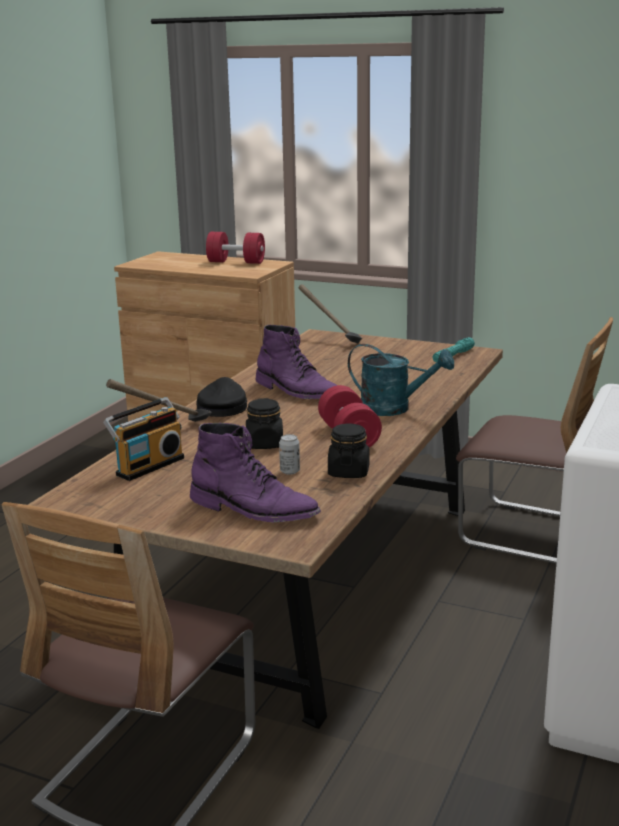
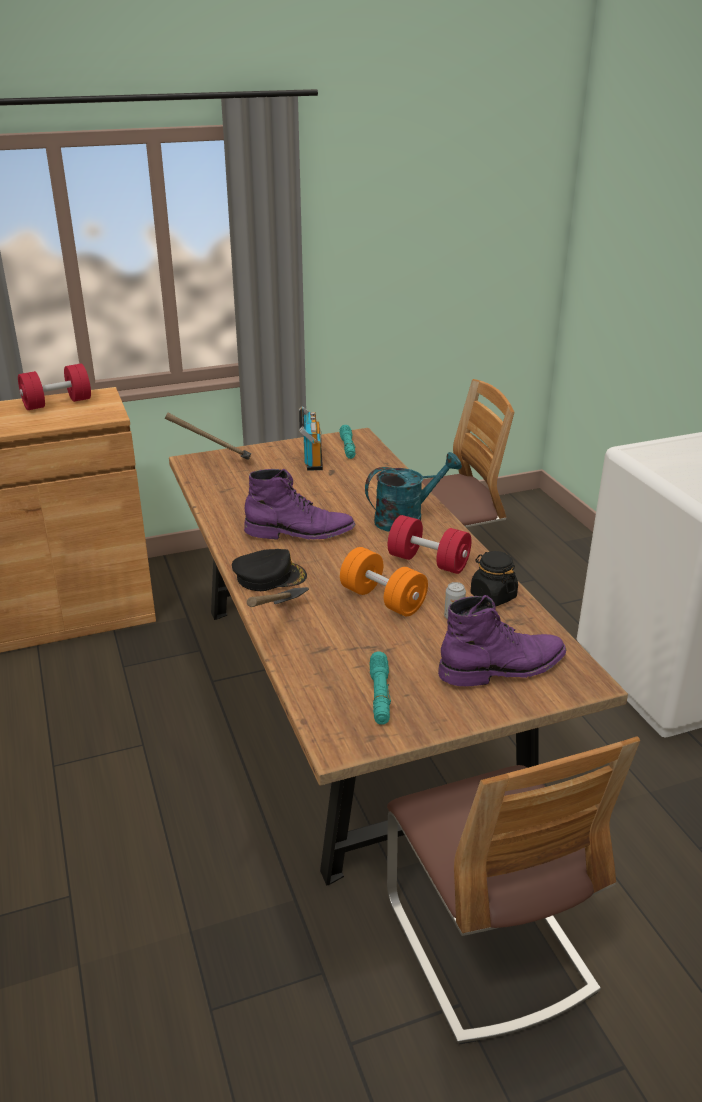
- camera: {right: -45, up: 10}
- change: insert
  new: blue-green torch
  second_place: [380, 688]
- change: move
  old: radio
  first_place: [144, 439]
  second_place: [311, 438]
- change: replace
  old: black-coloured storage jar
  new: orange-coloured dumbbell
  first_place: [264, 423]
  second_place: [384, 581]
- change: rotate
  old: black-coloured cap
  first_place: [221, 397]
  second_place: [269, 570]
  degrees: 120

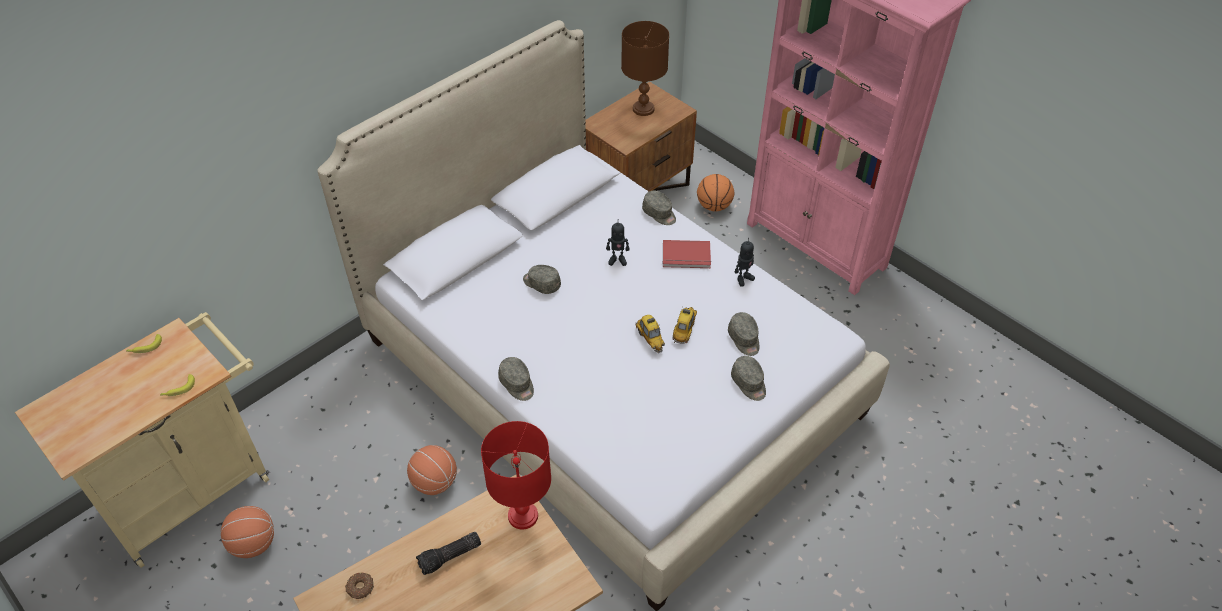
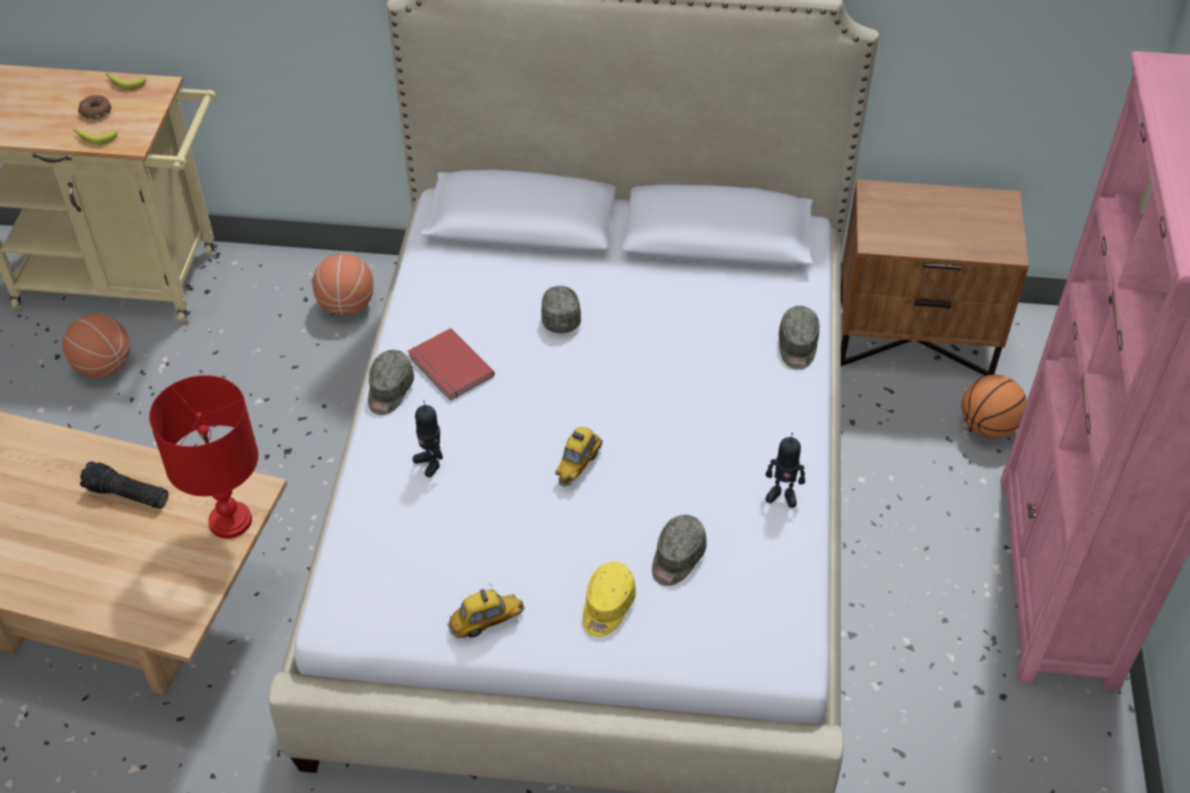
- camera: {right: 50, up: 0}
- change: delete
  old: brownish tabletop lamp
  first_place: [645, 68]
- change: move
  old: ring doughnut
  first_place: [359, 586]
  second_place: [94, 107]
- change: move
  old: ball for basketball
  first_place: [432, 470]
  second_place: [343, 284]
- change: move
  old: robot figure
  first_place: [618, 242]
  second_place: [428, 438]
- change: move
  old: red-coloured volume
  first_place: [686, 254]
  second_place: [451, 364]
- change: move
  old: toy car
  first_place: [685, 325]
  second_place: [486, 611]
- change: recolor
  old: gray cap
  new: yellow-coloured cap
  first_place: [748, 378]
  second_place: [609, 599]

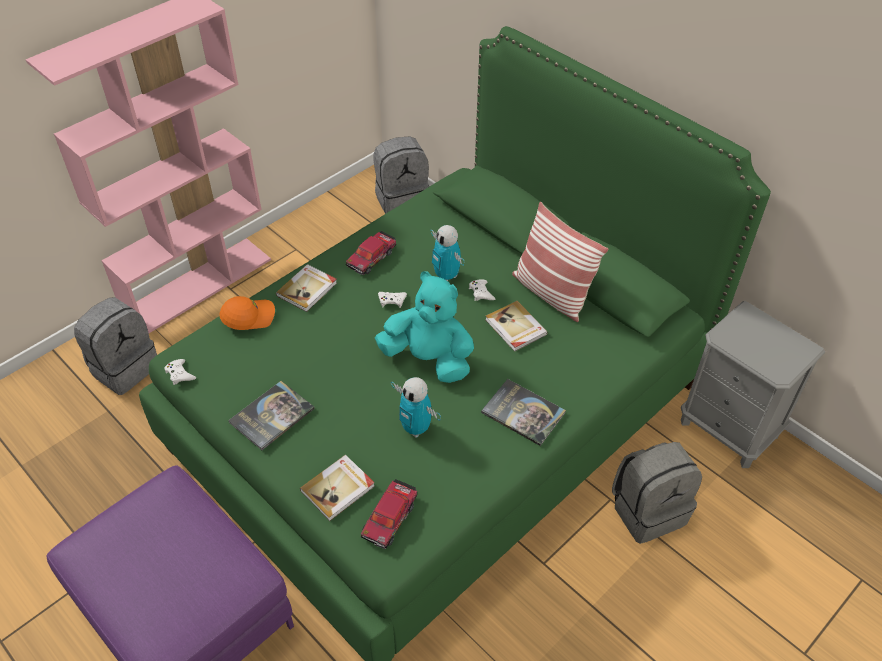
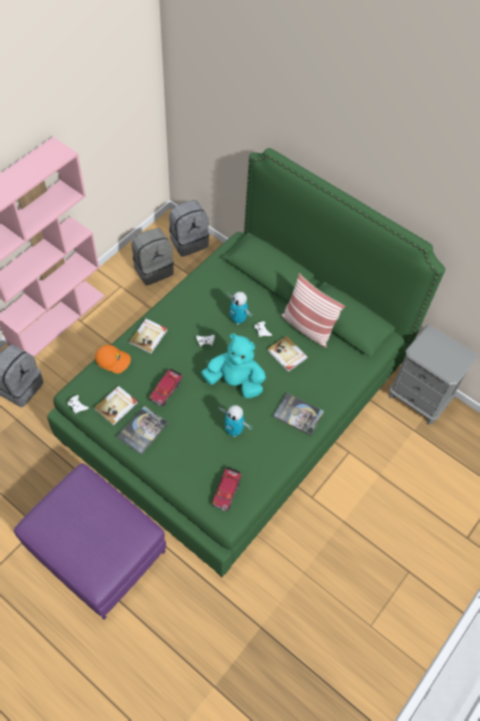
- camera: {right: -10, up: 10}
- change: move
  old: volume
  first_place: [337, 488]
  second_place: [115, 406]
- change: move
  old: toy car
  first_place: [371, 253]
  second_place: [165, 388]
- change: move
  old: gray rucksack
  first_place: [657, 493]
  second_place: [153, 256]
- change: rotate
  old: orange-coloured cap
  first_place: [247, 313]
  second_place: [113, 359]
  degrees: 45

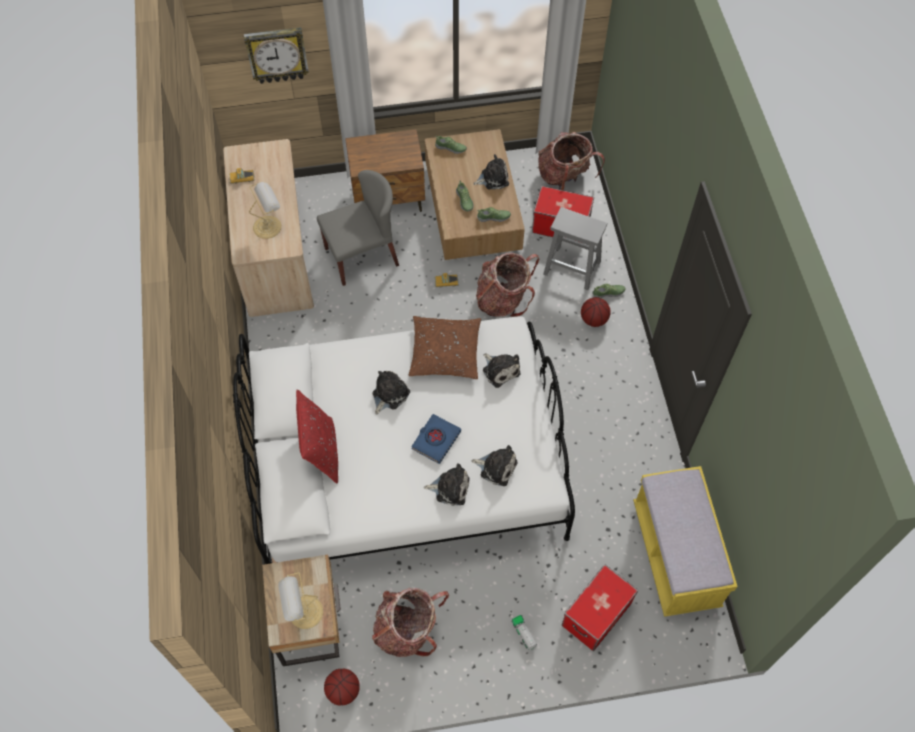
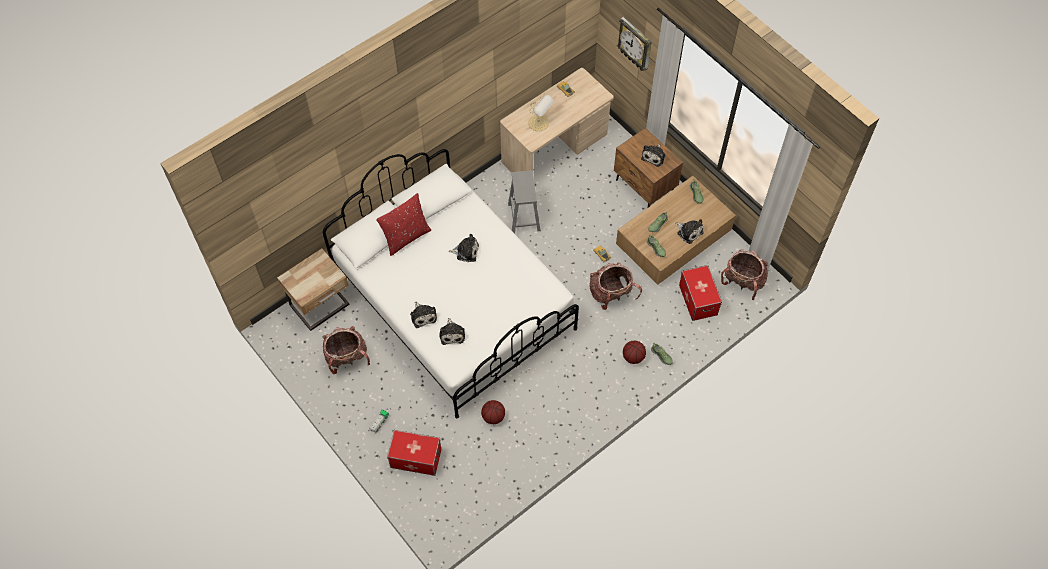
- camera: {right: 60, up: 0}
- change: delete
  old: tabletop lamp
  first_place: [301, 600]
- change: delete
  old: gray upright chair
  first_place: [358, 228]
- change: delete
  old: brownish cushion
  first_place: [445, 347]
- change: delete
  old: bluish volume
  first_place: [436, 439]
- change: delete
  old: yellow-coloured indoor bench
  first_place: [685, 541]
- change: move
  old: ball for basketball
  first_place: [342, 687]
  second_place: [493, 412]
- change: move
  old: soft toy
  first_place: [501, 371]
  second_place: [653, 155]
- change: move
  old: gray stool
  first_place: [575, 248]
  second_place: [524, 202]

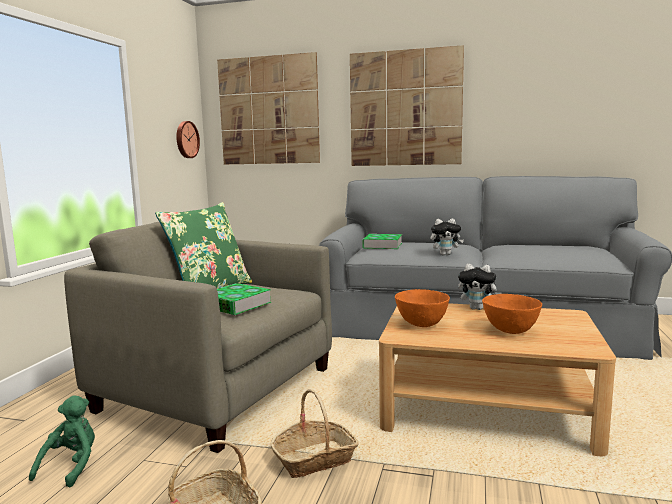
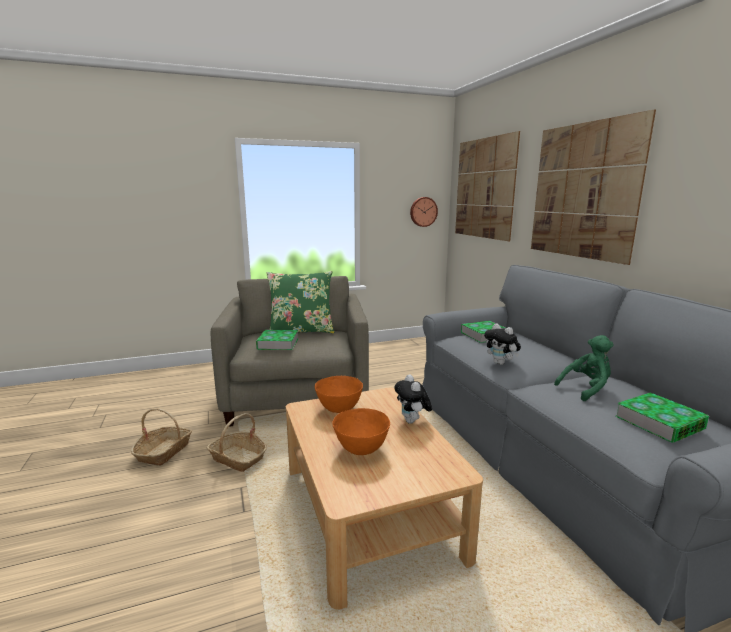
- camera: {right: 55, up: 5}
- change: insert
  new: volume
  second_place: [662, 418]
- change: move
  old: green soft toy
  first_place: [62, 441]
  second_place: [584, 368]

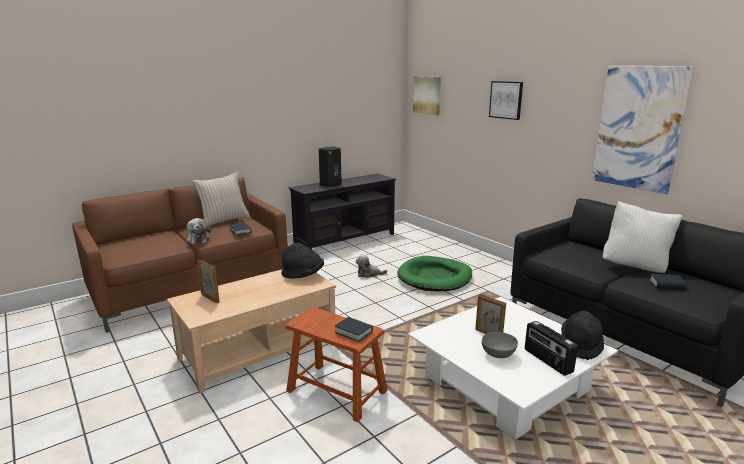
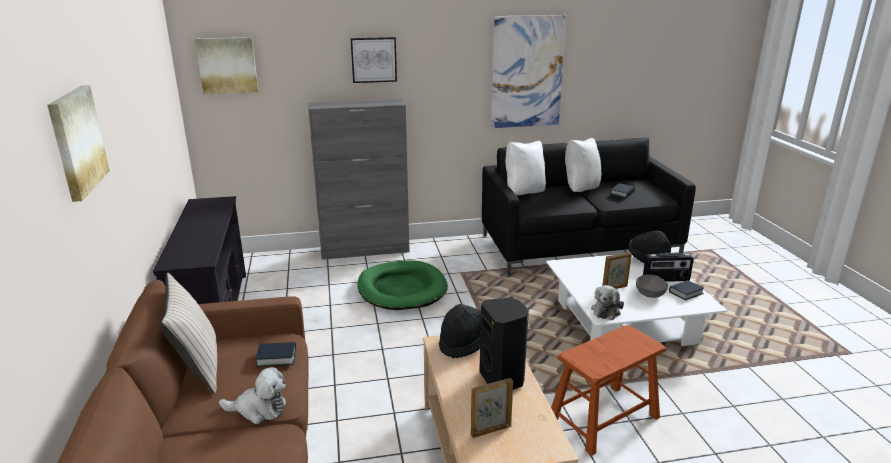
- camera: {right: -65, up: 5}
- change: insert
  new: wall picture
  second_place: [78, 143]
- change: insert
  new: gray cupboard
  second_place: [359, 179]
- change: insert
  new: white cushion
  second_place: [525, 168]
- change: move
  old: black-coloured audio speaker
  first_place: [330, 167]
  second_place: [504, 344]
- change: move
  old: volume
  first_place: [354, 329]
  second_place: [686, 290]
- change: move
  old: soft toy
  first_place: [371, 266]
  second_place: [607, 302]

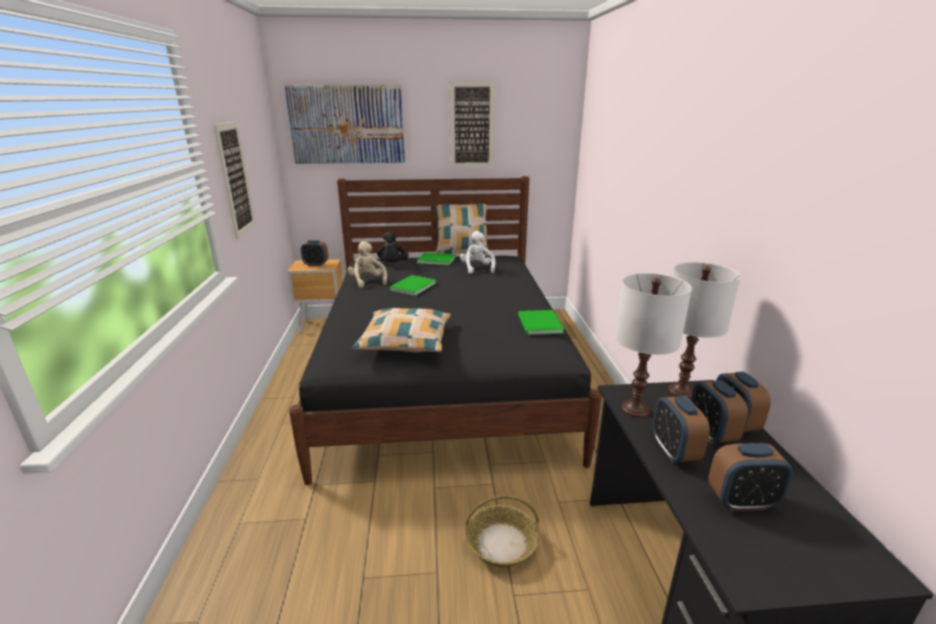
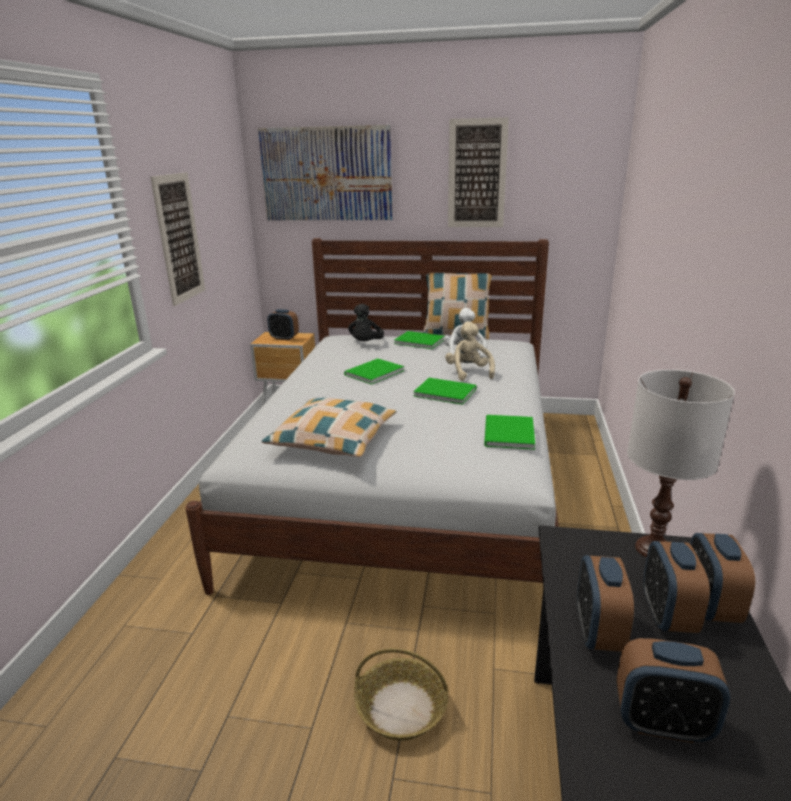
- camera: {right: 15, up: 0}
- change: delete
  old: white tabletop lamp
  first_place: [653, 345]
- change: insert
  new: green volume
  second_place: [444, 391]
- change: move
  old: beige soft toy
  first_place: [367, 264]
  second_place: [470, 351]
- change: recolor
  old: black-coloured bed
  new: white bed
  first_place: [445, 330]
  second_place: [372, 416]

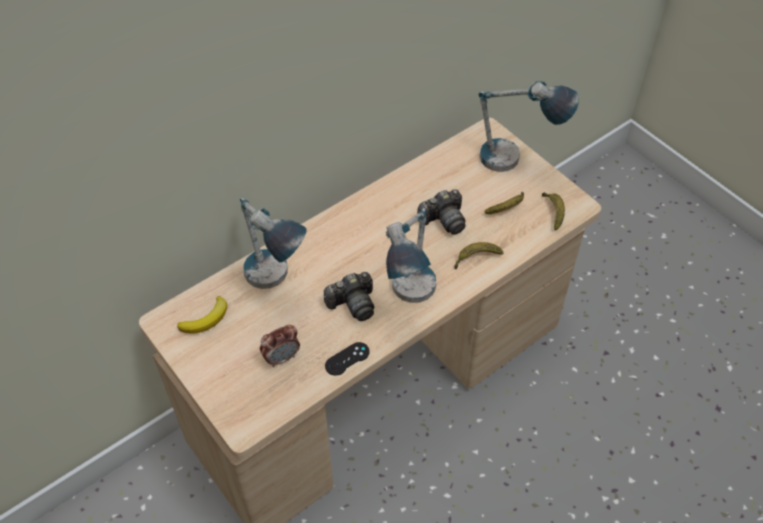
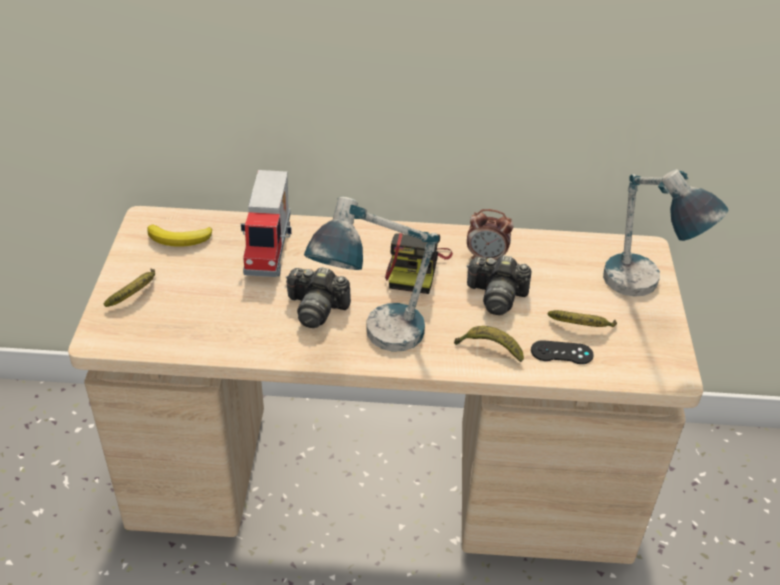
- camera: {right: 40, up: -10}
- change: insert
  new: photo camera
  second_place: [419, 263]
- change: move
  old: table clock
  first_place: [280, 346]
  second_place: [490, 234]
- change: move
  old: black-coloured gamepad
  first_place: [347, 359]
  second_place: [562, 352]
- change: move
  old: whole banana
  first_place: [553, 211]
  second_place: [130, 288]
- change: replace
  old: tabletop lamp
  new: toy lorry
  first_place: [273, 243]
  second_place: [266, 223]

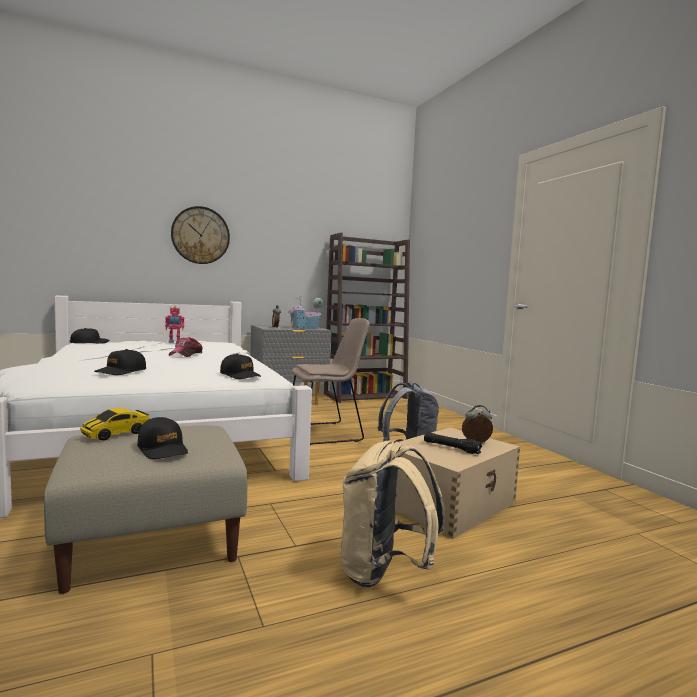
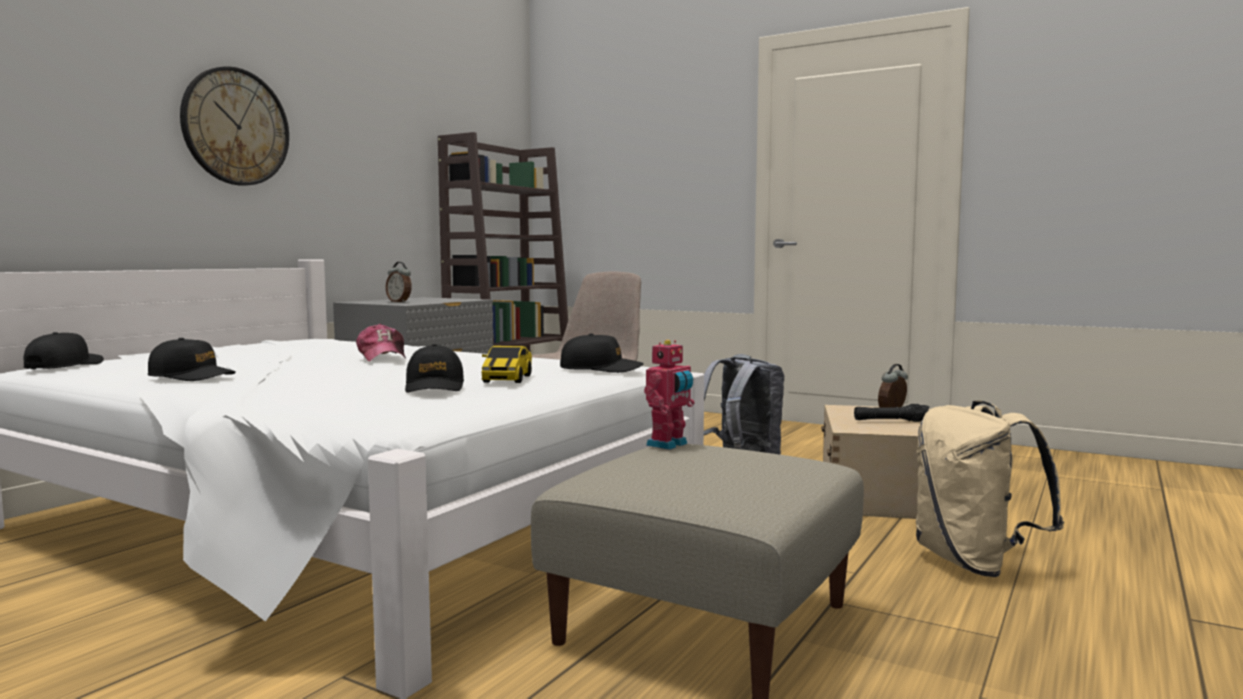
- camera: {right: -35, up: 0}
- change: delete
  old: model house
  first_place: [305, 312]
- change: move
  old: toy car
  first_place: [115, 424]
  second_place: [506, 364]
- change: move
  old: black-coloured cap
  first_place: [162, 438]
  second_place: [192, 359]
- change: move
  old: robot figure
  first_place: [174, 324]
  second_place: [669, 395]

